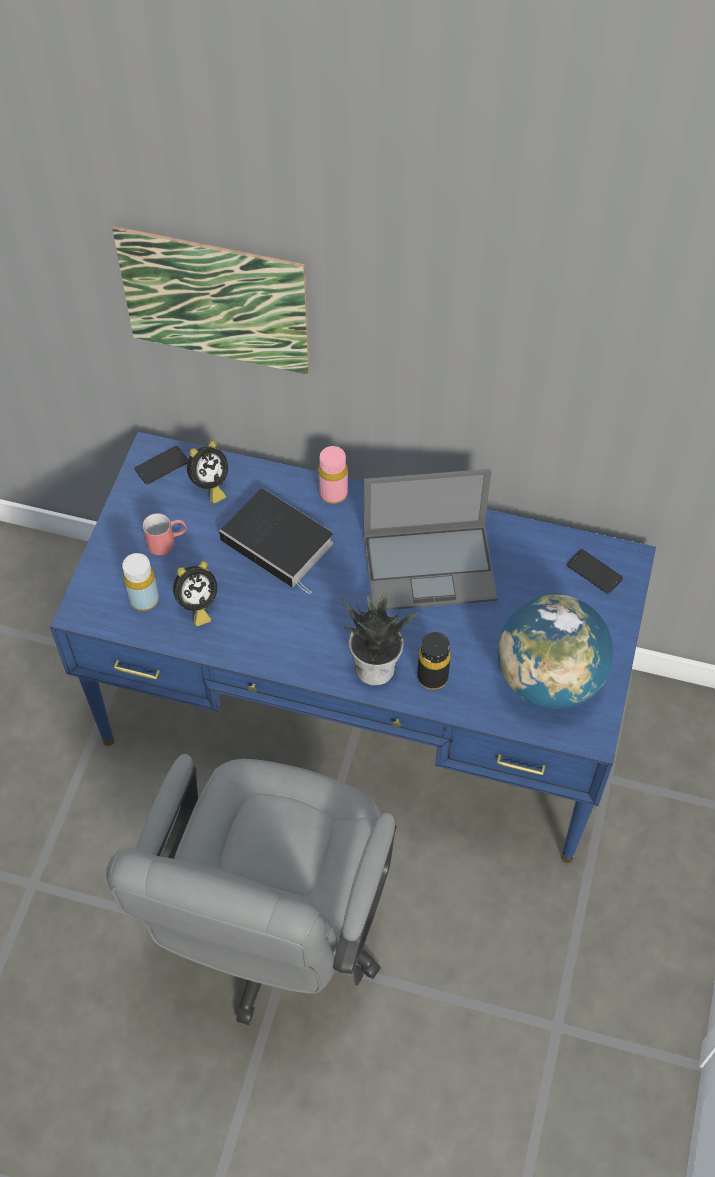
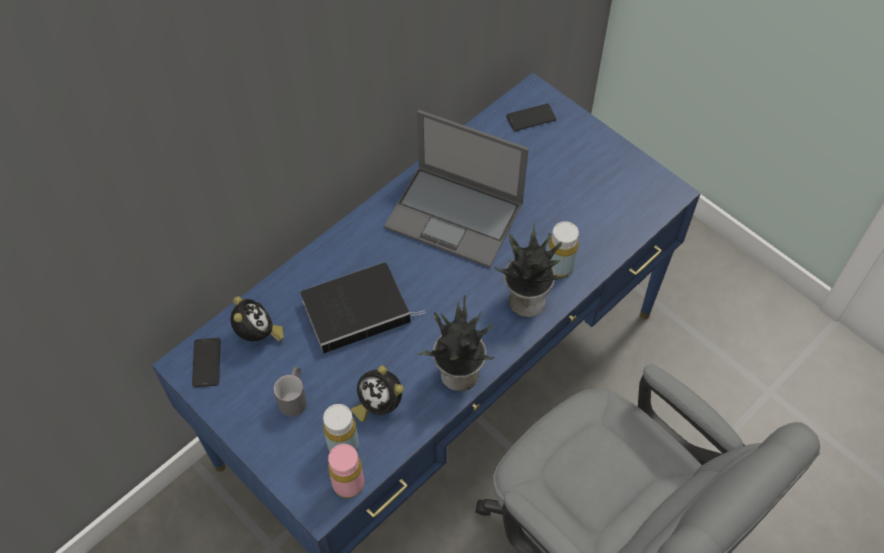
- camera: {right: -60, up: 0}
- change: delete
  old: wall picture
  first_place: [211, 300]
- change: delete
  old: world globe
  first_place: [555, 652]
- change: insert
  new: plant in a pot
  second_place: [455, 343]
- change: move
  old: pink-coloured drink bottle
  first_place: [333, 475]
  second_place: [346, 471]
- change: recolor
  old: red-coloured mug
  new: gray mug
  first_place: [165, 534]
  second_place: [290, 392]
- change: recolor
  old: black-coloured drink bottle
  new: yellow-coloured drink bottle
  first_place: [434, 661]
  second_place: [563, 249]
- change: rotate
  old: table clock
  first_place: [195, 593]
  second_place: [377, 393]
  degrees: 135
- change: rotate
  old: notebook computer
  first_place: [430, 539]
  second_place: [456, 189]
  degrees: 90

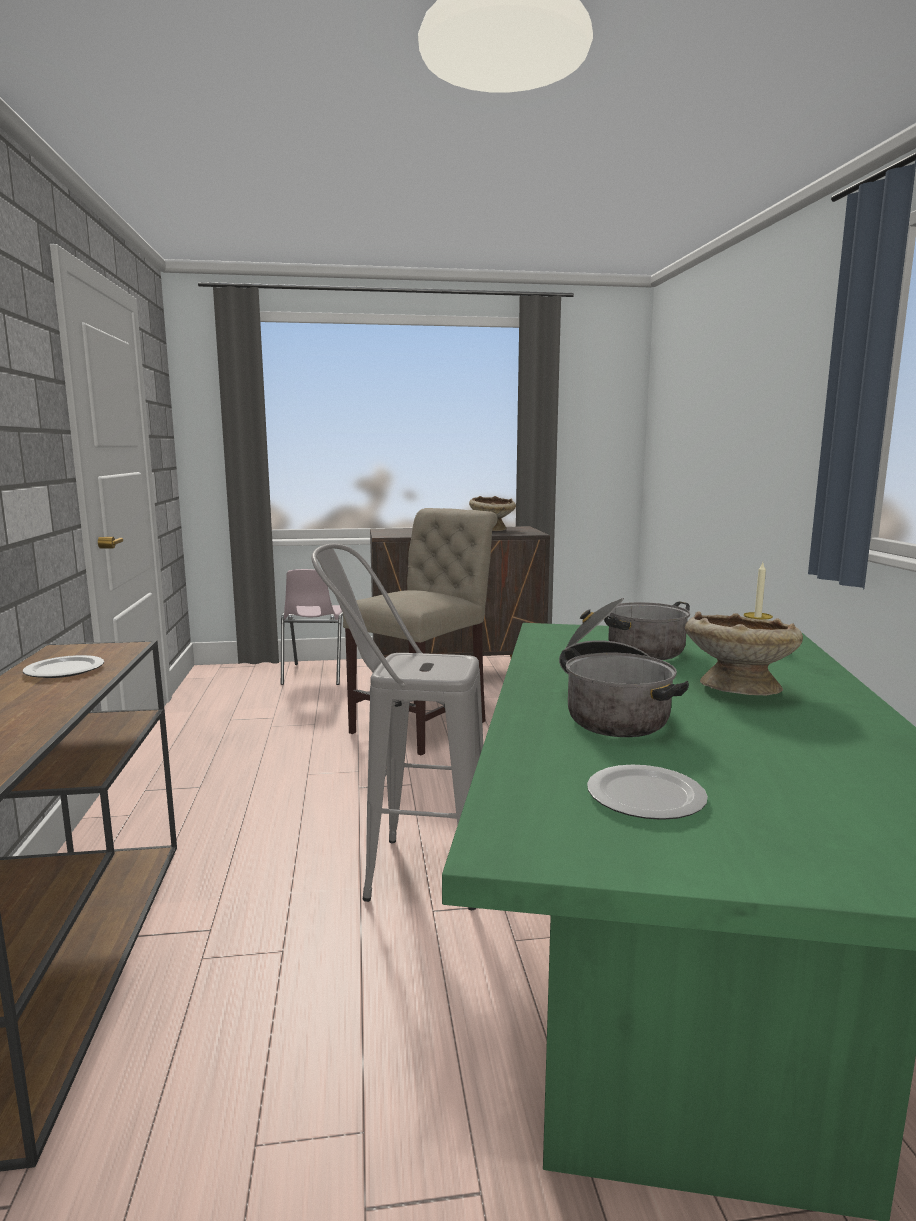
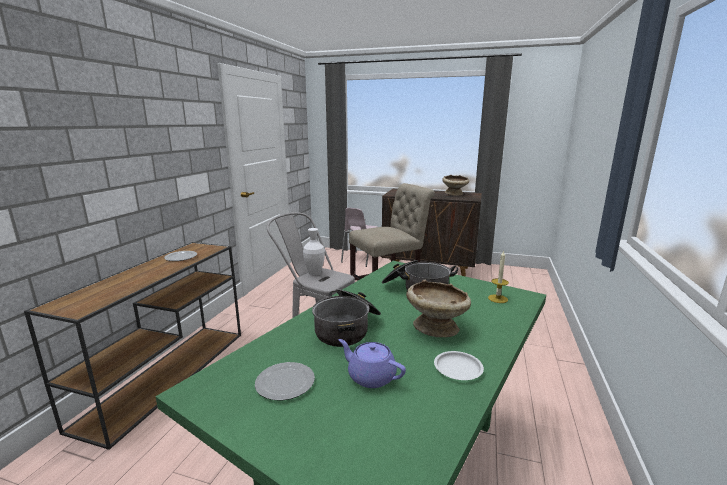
- camera: {right: 25, up: 5}
- change: insert
  new: white decorative vase
  second_place: [314, 251]
- change: insert
  new: purple tea pot
  second_place: [372, 363]
- change: insert
  new: white dinner plate
  second_place: [459, 365]

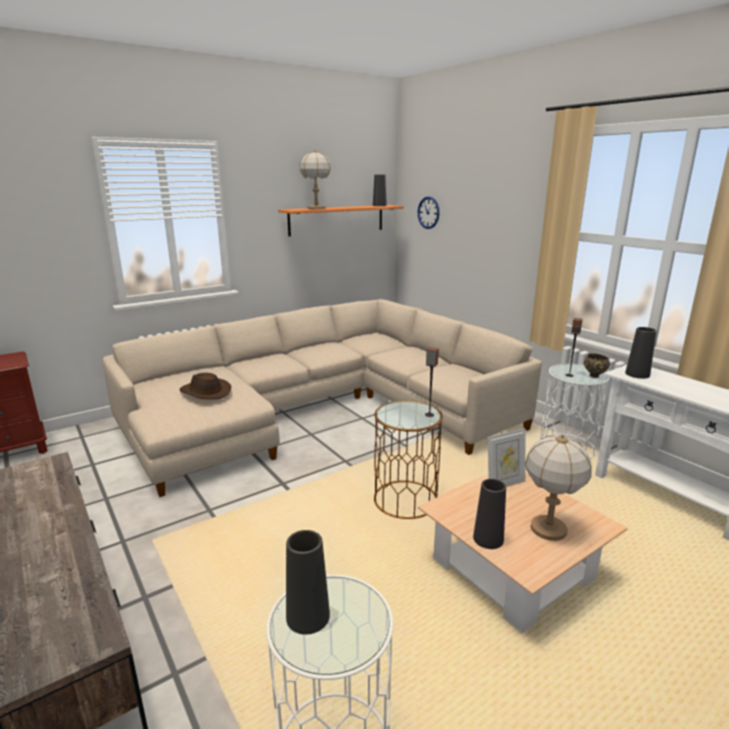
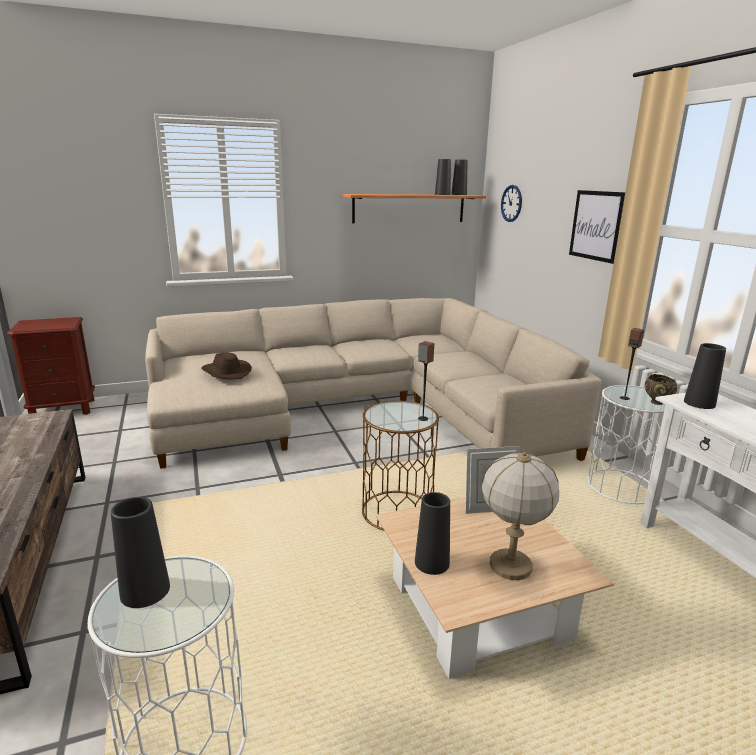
- camera: {right: 15, up: 0}
- change: delete
  old: tabletop lamp
  first_place: [315, 179]
- change: insert
  new: black-coloured decorative vase
  second_place: [443, 177]
- change: insert
  new: wall picture
  second_place: [597, 227]

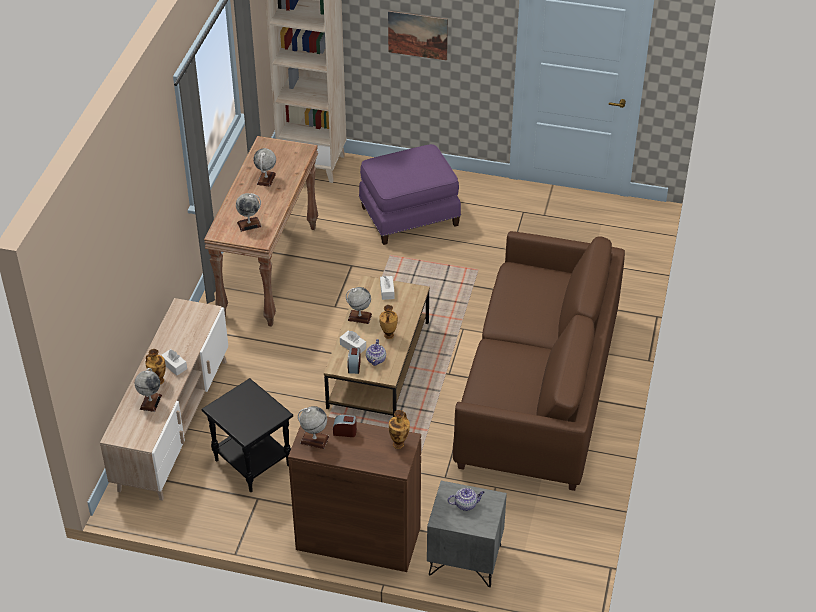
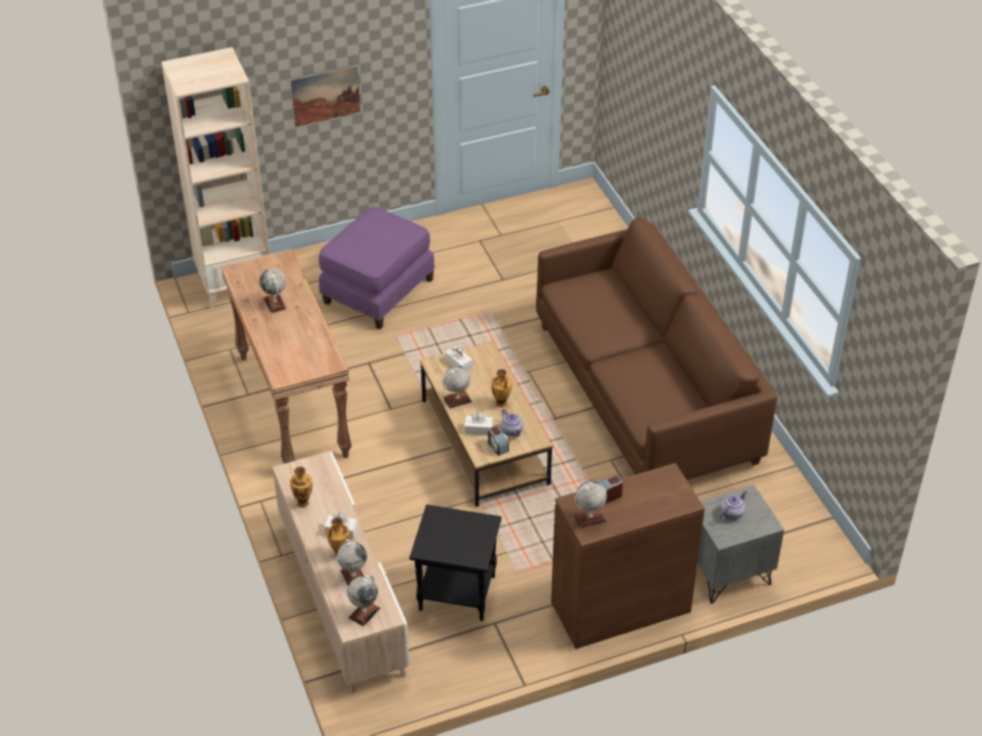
- camera: {right: -35, up: 0}
- change: move
  old: world globe
  first_place: [249, 212]
  second_place: [363, 601]
- change: move
  old: decorative vase
  first_place: [399, 429]
  second_place: [301, 487]

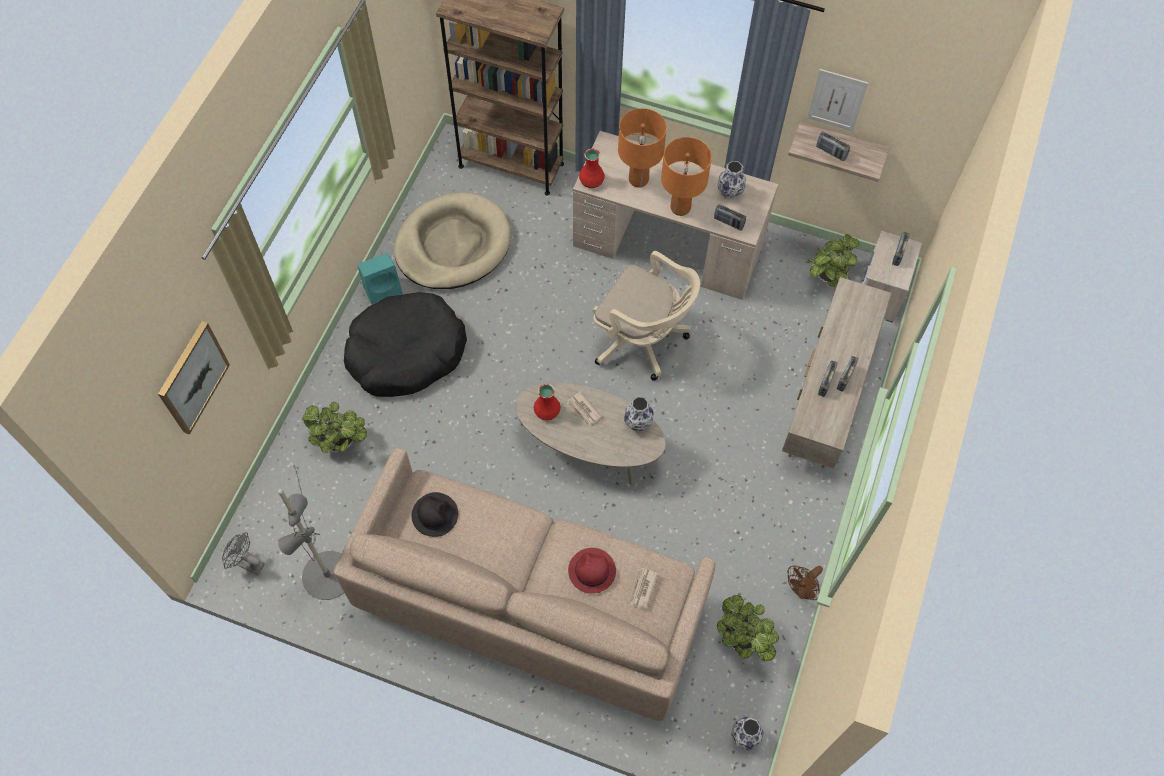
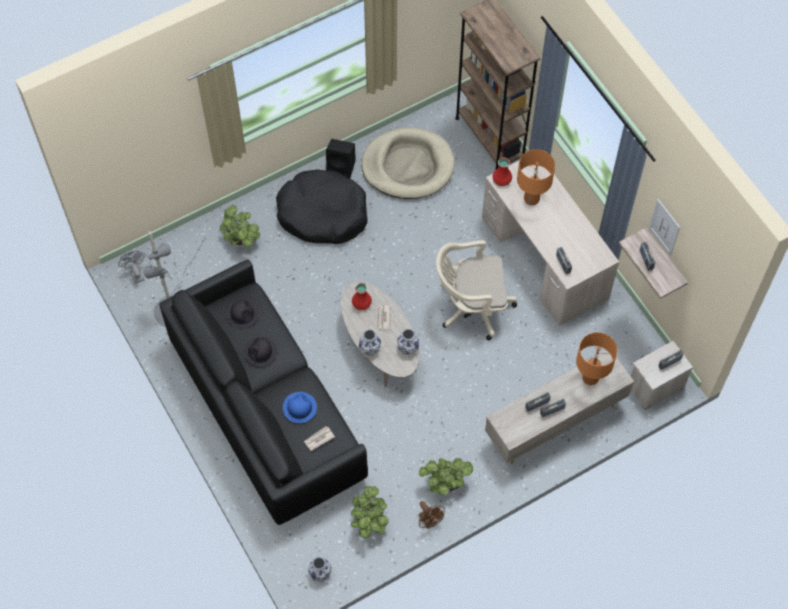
- camera: {right: 40, up: 0}
- change: delete
  old: wall picture
  first_place: [194, 378]
- change: insert
  new: black-coloured clothing hat
  second_place: [260, 352]
- change: move
  old: orange-coloured tabletop lamp
  first_place: [686, 176]
  second_place: [596, 358]
- change: move
  old: decorative vase
  first_place: [732, 180]
  second_place: [370, 342]
- change: move
  old: plant in a pot
  first_place: [833, 260]
  second_place: [446, 476]
- change: recolor
  old: beige couch
  new: black-coloured couch
  first_place: [524, 584]
  second_place: [263, 392]
- change: recolor
  old: blue-green audio speaker
  new: black-coloured audio speaker
  first_place: [380, 279]
  second_place: [341, 159]
- change: recolor
  old: red-coloured clothing hat
  new: bluish clothing hat
  first_place: [592, 571]
  second_place: [300, 407]
- change: rotate
  old: beige desk chair
  first_place: [646, 316]
  second_place: [476, 290]
  degrees: 105
- change: rotate
  old: brownish fan
  first_place: [805, 583]
  second_place: [432, 515]
  degrees: -120

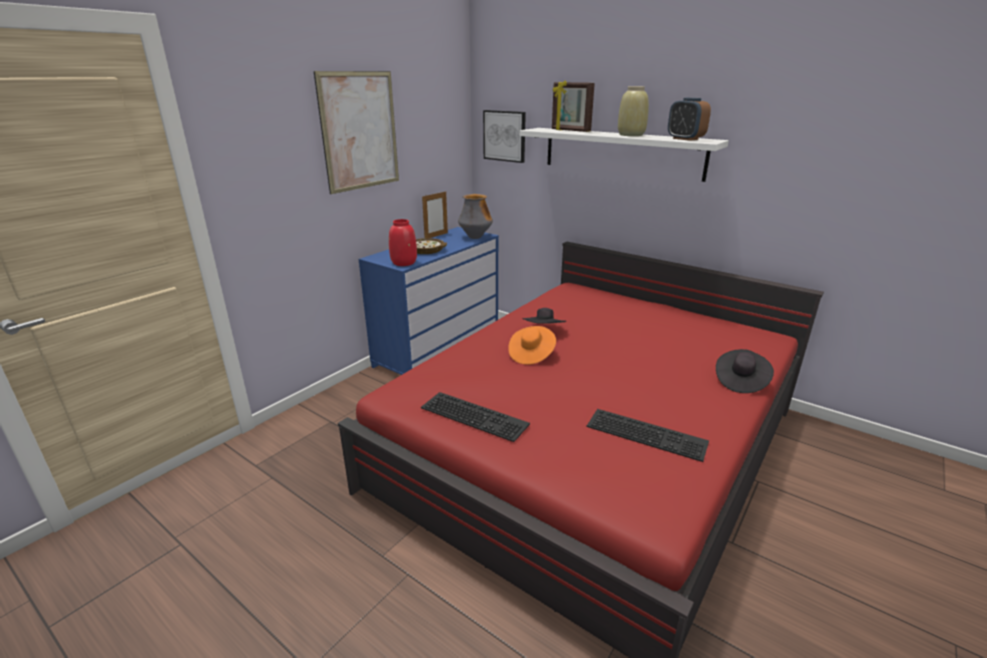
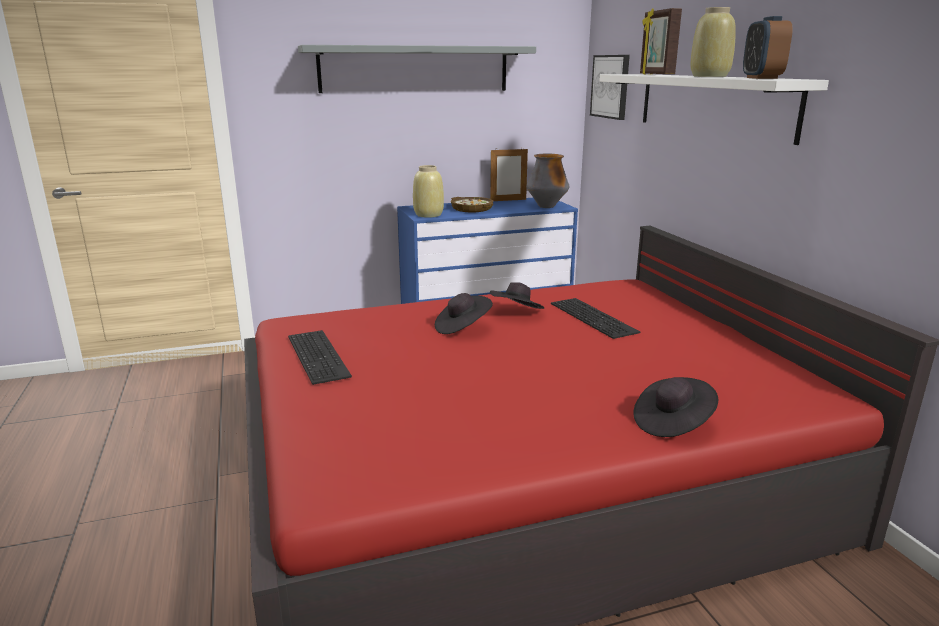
- camera: {right: 35, up: -5}
- change: move
  old: PC keyboard
  first_place: [648, 435]
  second_place: [595, 318]
- change: replace
  old: wall picture
  new: gray wall shelf
  first_place: [356, 132]
  second_place: [417, 69]
- change: recolor
  old: red-coloured decorative vase
  new: beige decorative vase
  first_place: [403, 242]
  second_place: [428, 191]
- change: recolor
  old: orange-coloured clothing hat
  new: black-coloured clothing hat
  first_place: [532, 345]
  second_place: [464, 313]

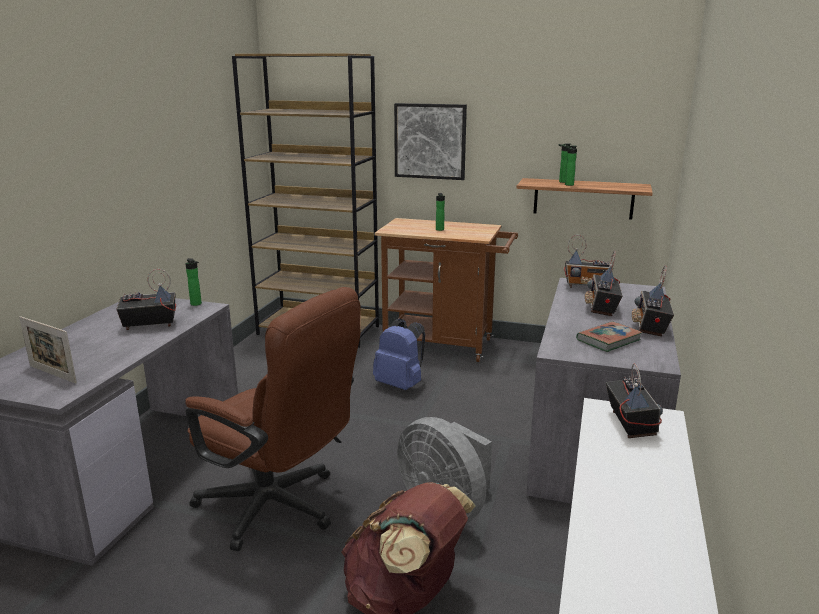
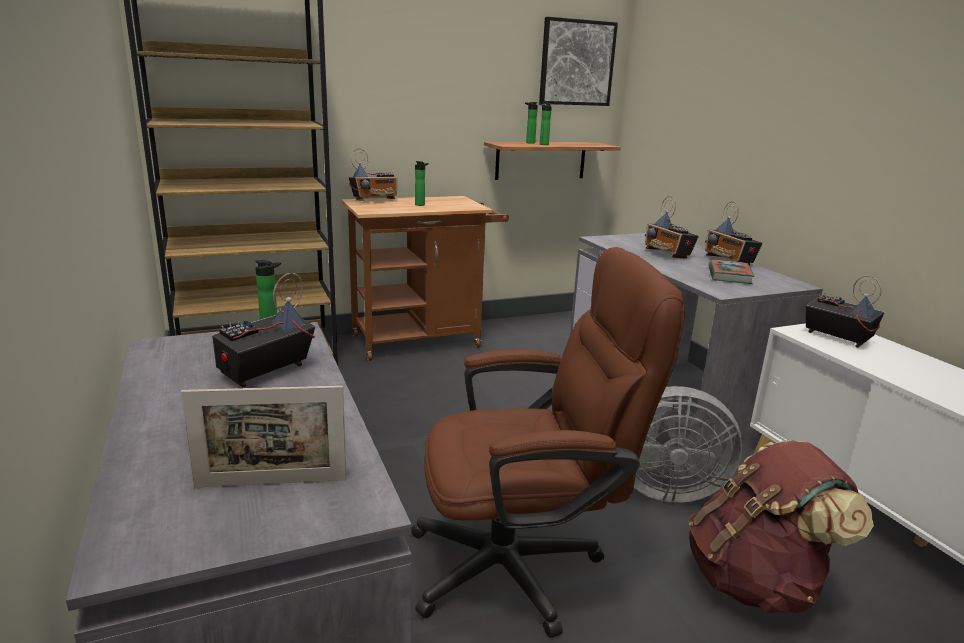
- camera: {right: -40, up: 0}
- change: delete
  old: bluish rucksack
  first_place: [399, 354]
- change: move
  old: wall picture
  first_place: [430, 141]
  second_place: [578, 61]
- change: move
  old: radio
  first_place: [588, 261]
  second_place: [373, 174]

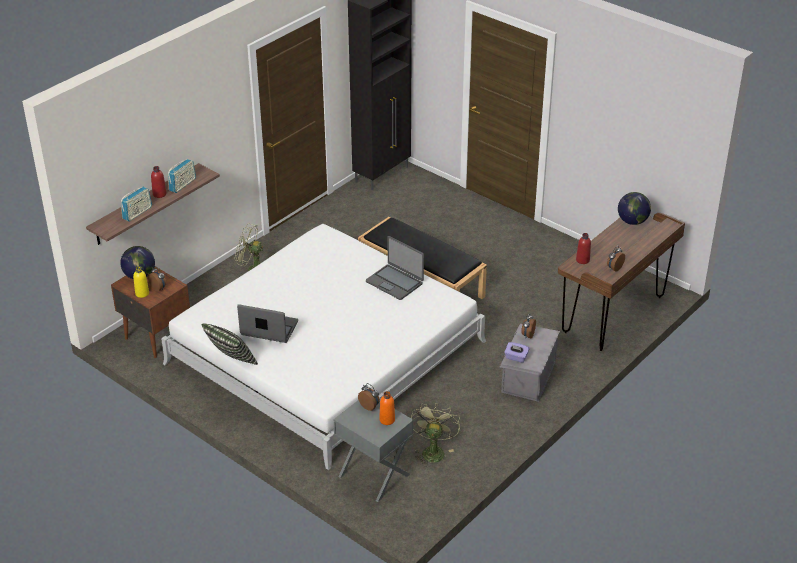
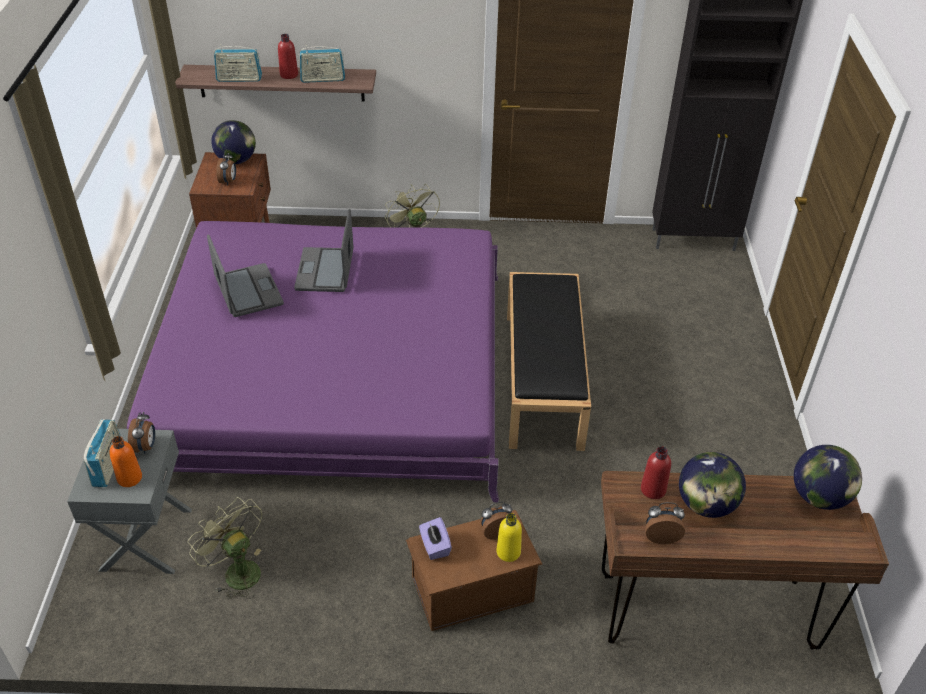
- camera: {right: 50, up: 5}
- change: delete
  old: cushion
  first_place: [230, 344]
- change: insert
  new: radio
  second_place: [102, 453]
- change: insert
  new: world globe
  second_place: [712, 485]
- change: move
  old: yellow-coloured drink bottle
  first_place: [141, 282]
  second_place: [509, 537]
- change: move
  old: notebook computer
  first_place: [395, 268]
  second_place: [324, 250]
- change: recolor
  old: white bed
  new: purple bed
  first_place: [323, 347]
  second_place: [313, 361]
- change: recolor
  old: gray storage container
  new: brownish storage container
  first_place: [530, 363]
  second_place: [474, 570]
- change: rotate
  old: green fan
  first_place: [435, 435]
  second_place: [225, 548]
  degrees: -105

